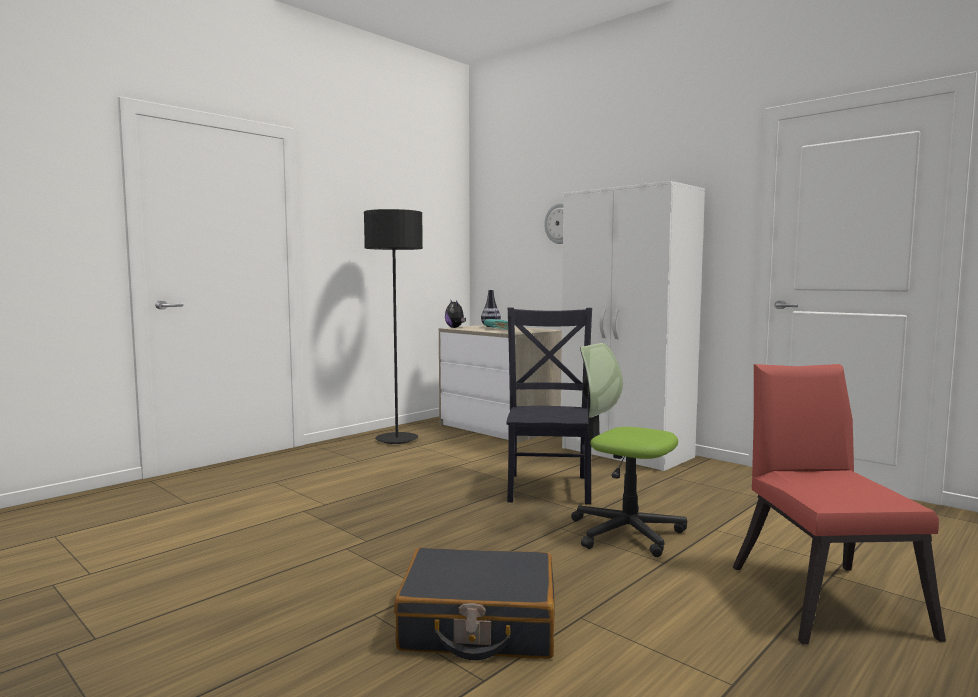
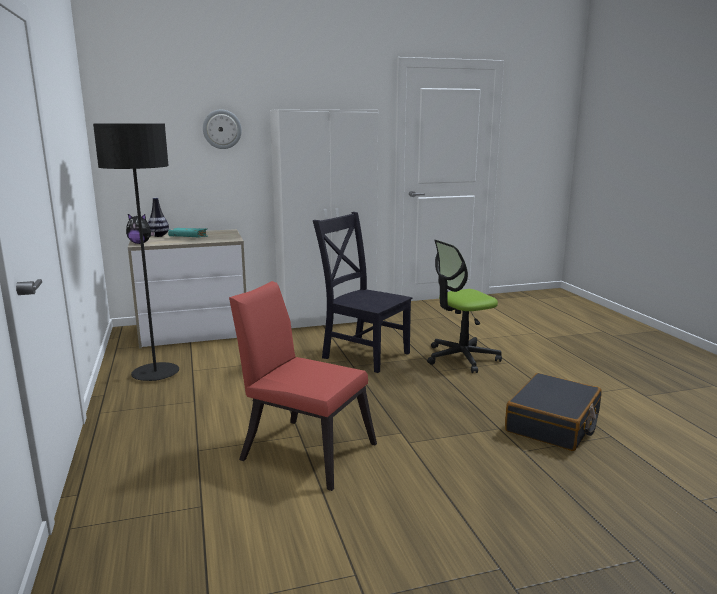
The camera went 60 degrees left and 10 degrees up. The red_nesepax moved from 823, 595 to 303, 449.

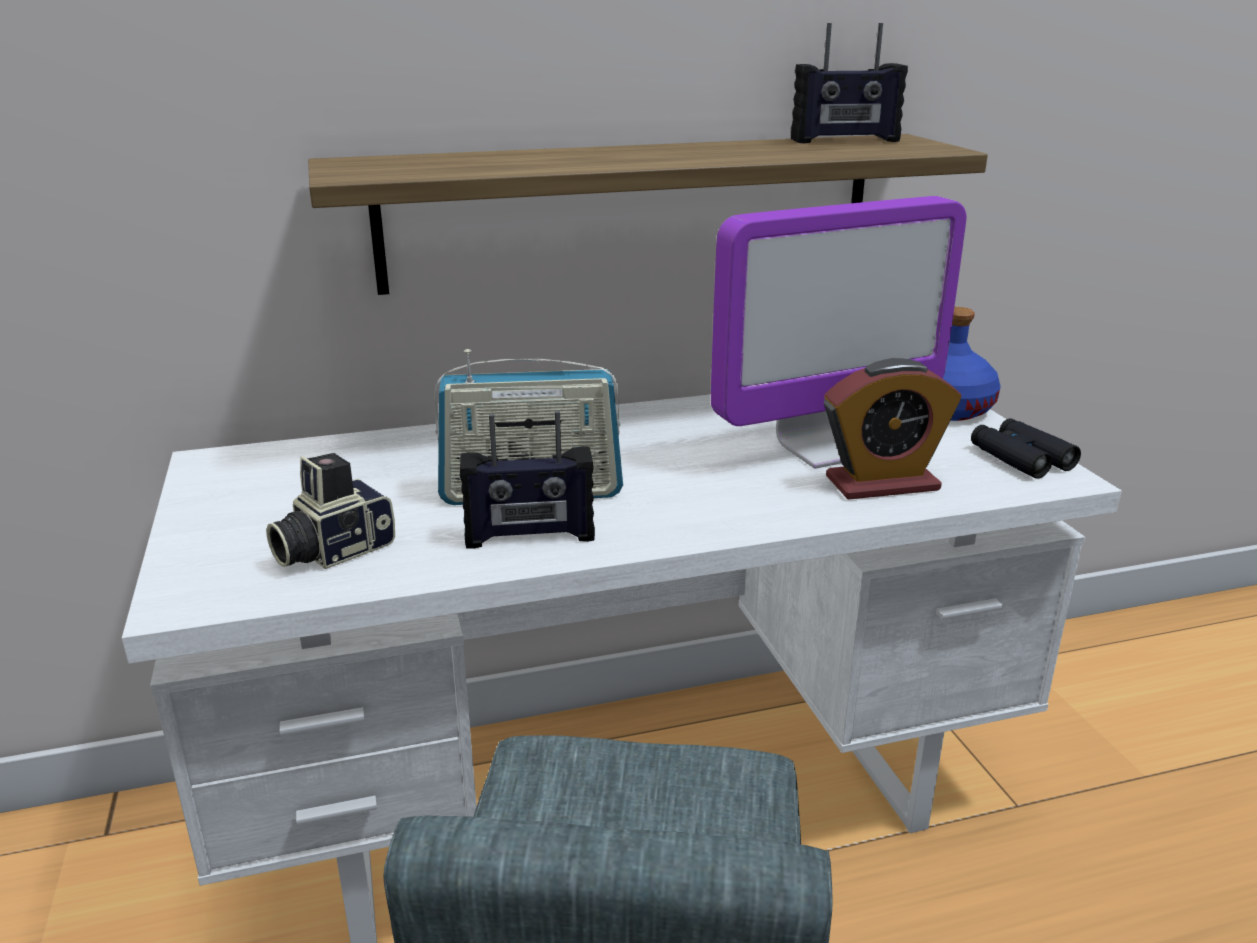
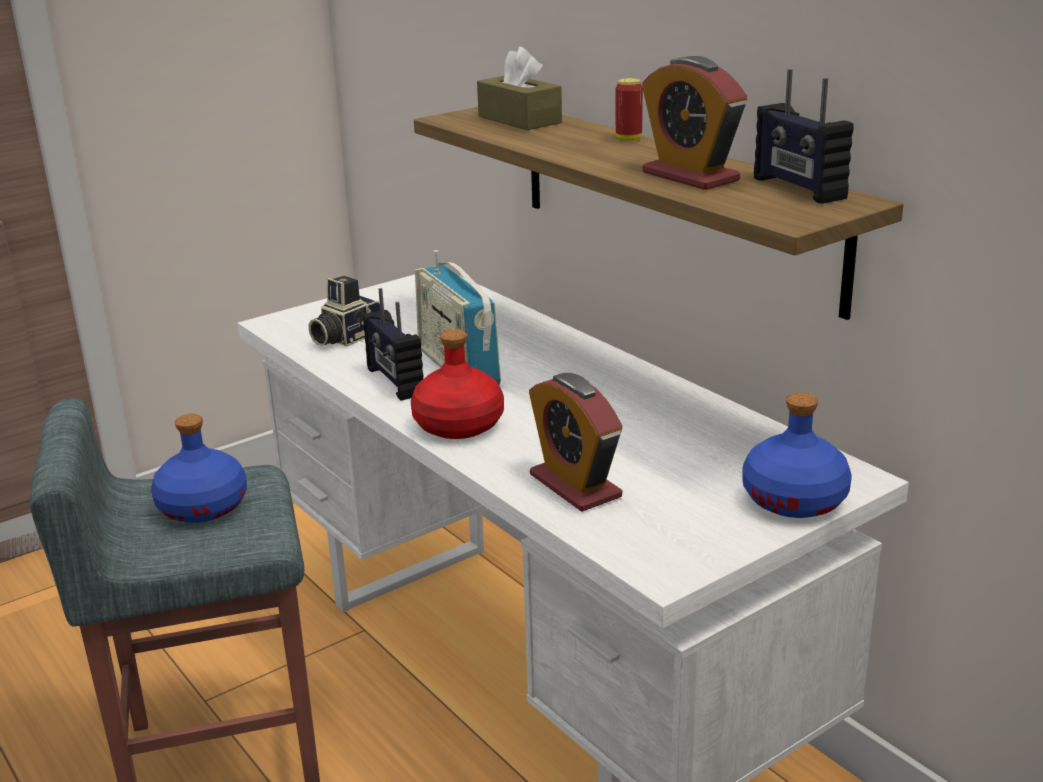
The camera went 70 degrees right and 0 degrees up. The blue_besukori at 204, 507 appeared. The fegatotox at 332, 550 turned 75 degrees counterclockwise. The red_besukori at 458, 425 appeared. The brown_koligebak at 519, 119 appeared. The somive at 628, 138 appeared. The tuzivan at 690, 176 appeared. The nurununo at 821, 449 disappeared. The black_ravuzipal at 1021, 458 disappeared.

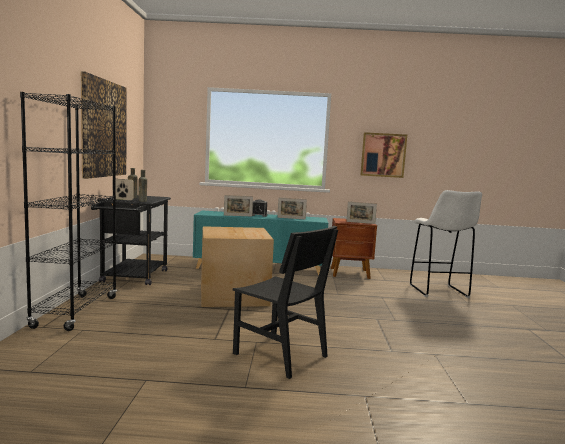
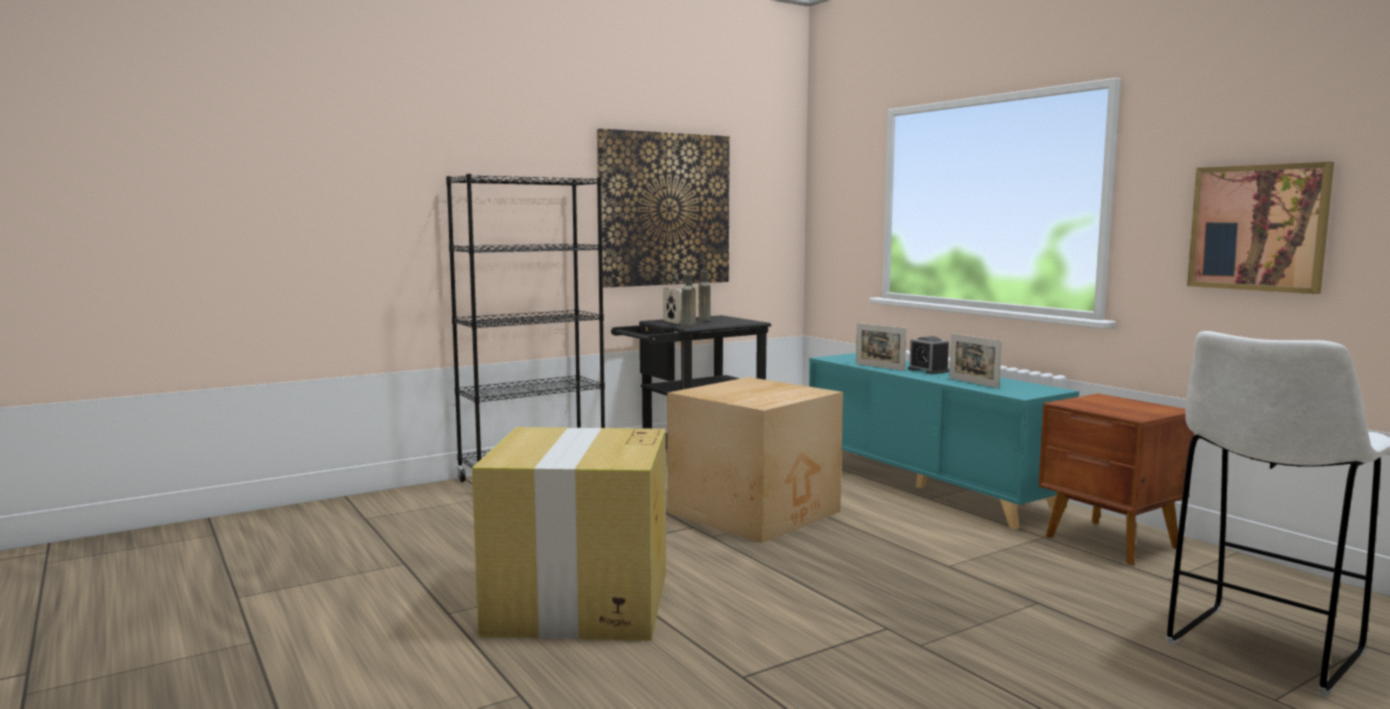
The camera went 55 degrees right and 0 degrees up. The black_nesepax at 280, 355 was replaced by the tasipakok at 579, 603. The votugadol at 360, 222 disappeared.

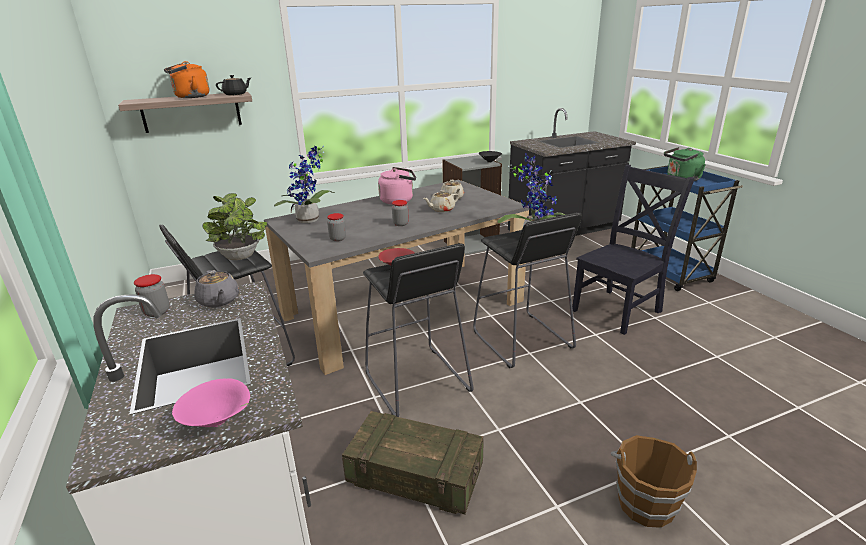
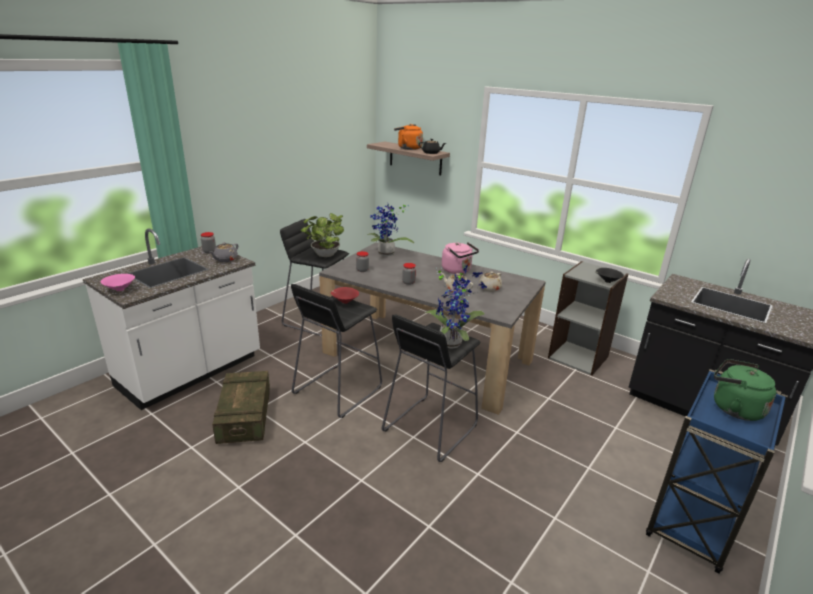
The camera went 60 degrees right and 0 degrees up. The black_nesepax at 619, 310 disappeared. The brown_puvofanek at 645, 503 disappeared.

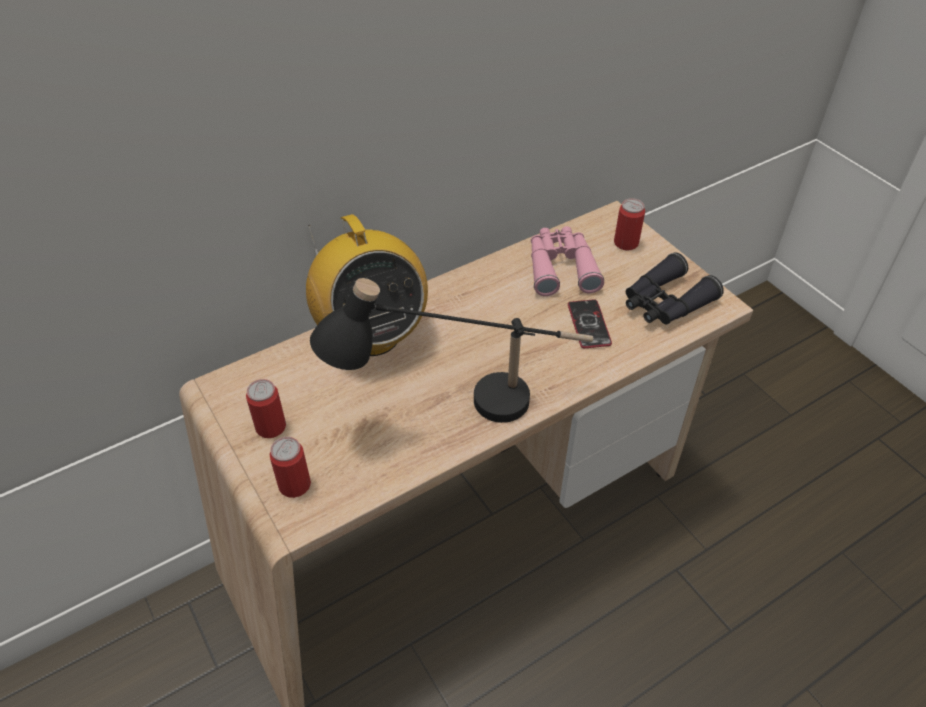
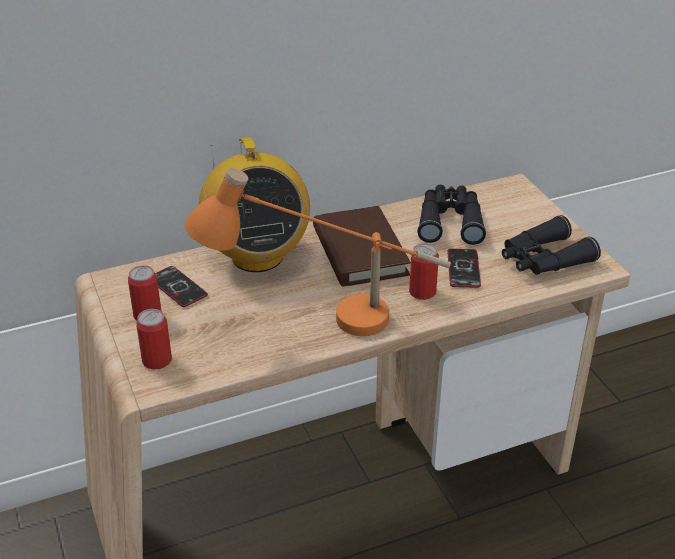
The camera went 10 degrees right and 10 degrees down. The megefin at 177, 287 appeared. The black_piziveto at 460, 409 became the orange_piziveto at 322, 321. The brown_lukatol at 359, 251 appeared. The somive moved from 626, 243 to 422, 292. The pink_ravuzipal at 561, 267 became the black_ravuzipal at 450, 221.

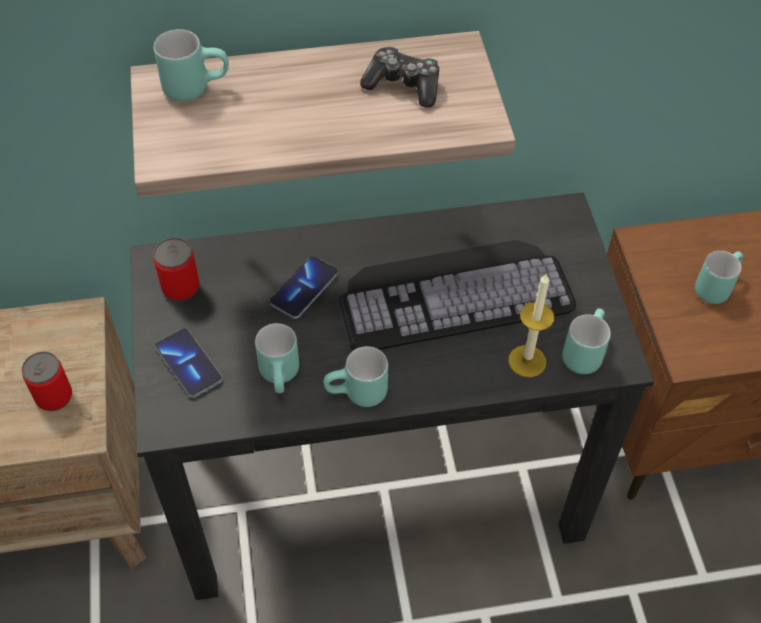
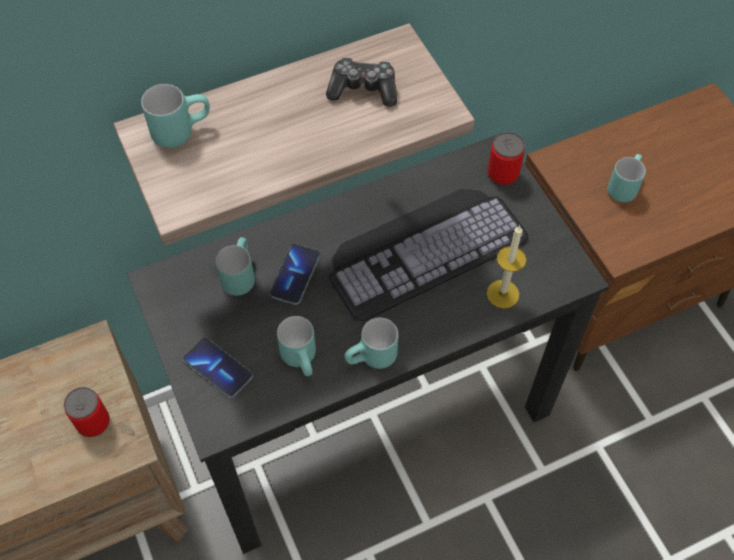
The camera went 15 degrees left and 5 degrees up. The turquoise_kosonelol moved from 582, 351 to 237, 275. The somive moved from 181, 288 to 503, 174.

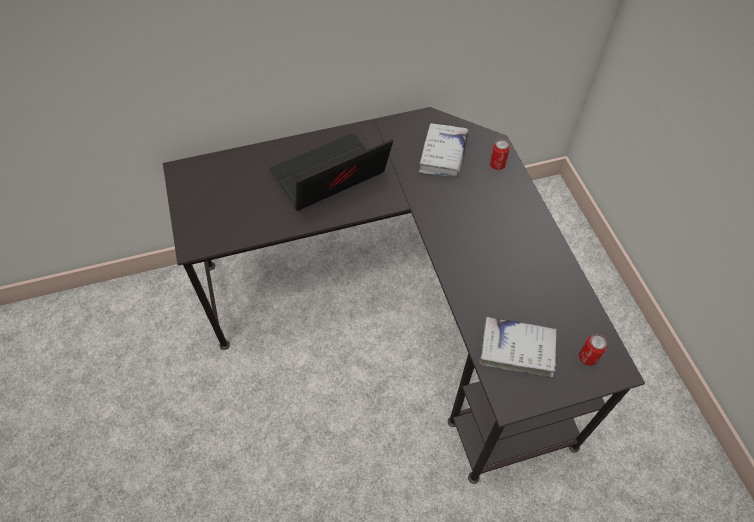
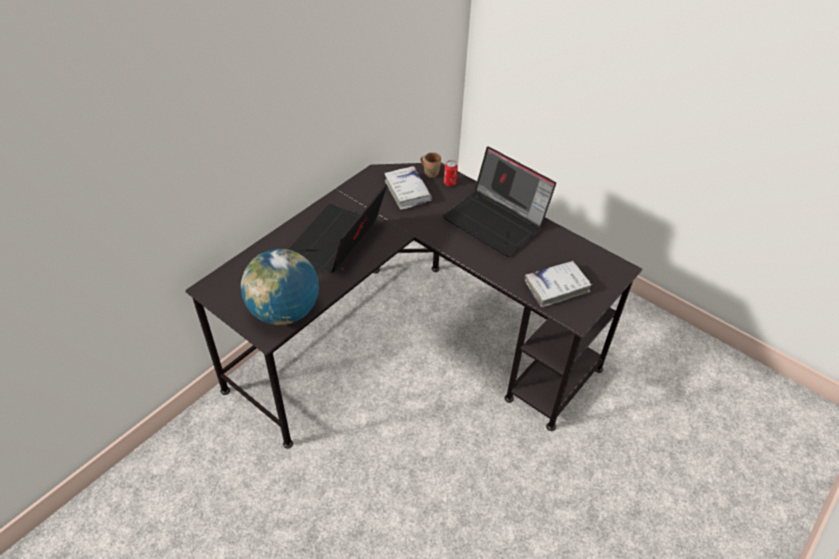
The camera went 35 degrees left and 10 degrees down. The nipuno at 284, 312 appeared. The brown_kosonelol at 431, 172 appeared. The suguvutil at 496, 221 appeared. The somive at 587, 357 disappeared.

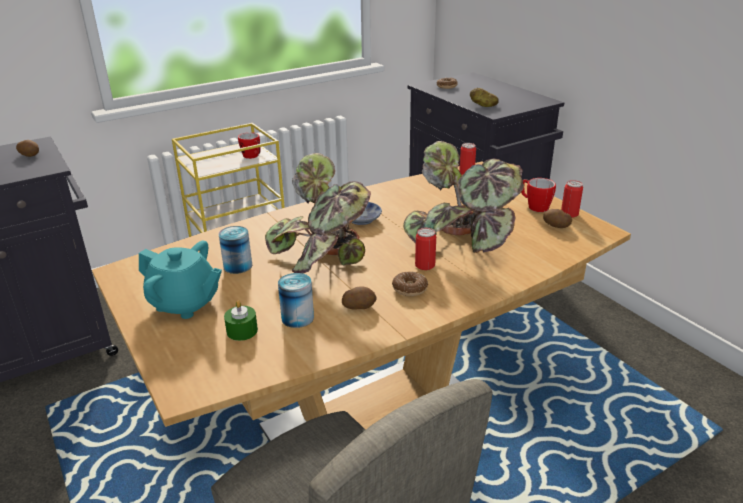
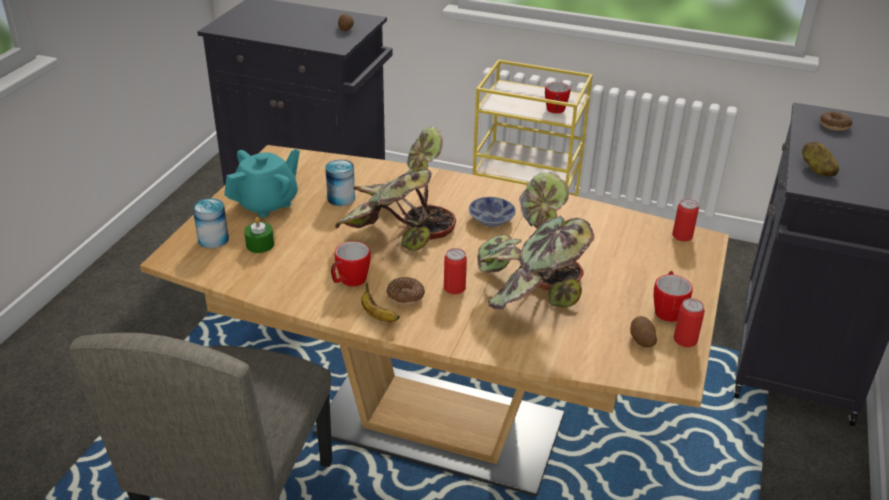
The camera went 50 degrees right and 5 degrees up. The somive moved from 297, 318 to 213, 239. The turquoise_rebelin at 185, 303 turned 120 degrees counterclockwise. The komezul at 359, 306 was replaced by the kosonelol at 349, 282. The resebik at 377, 315 appeared.

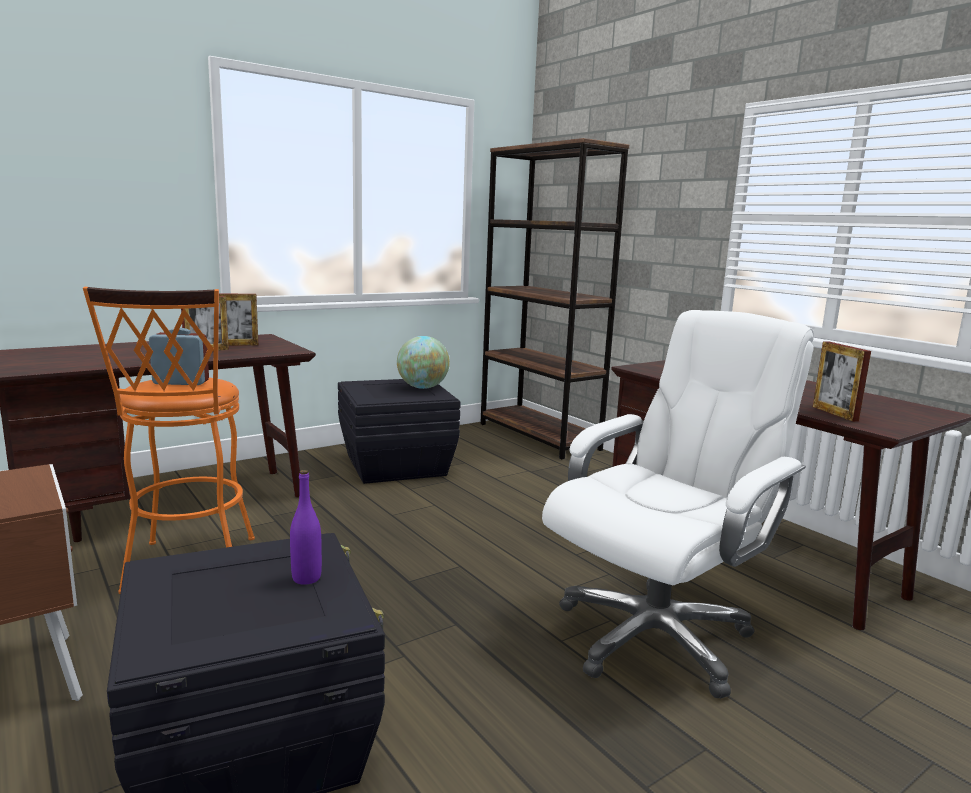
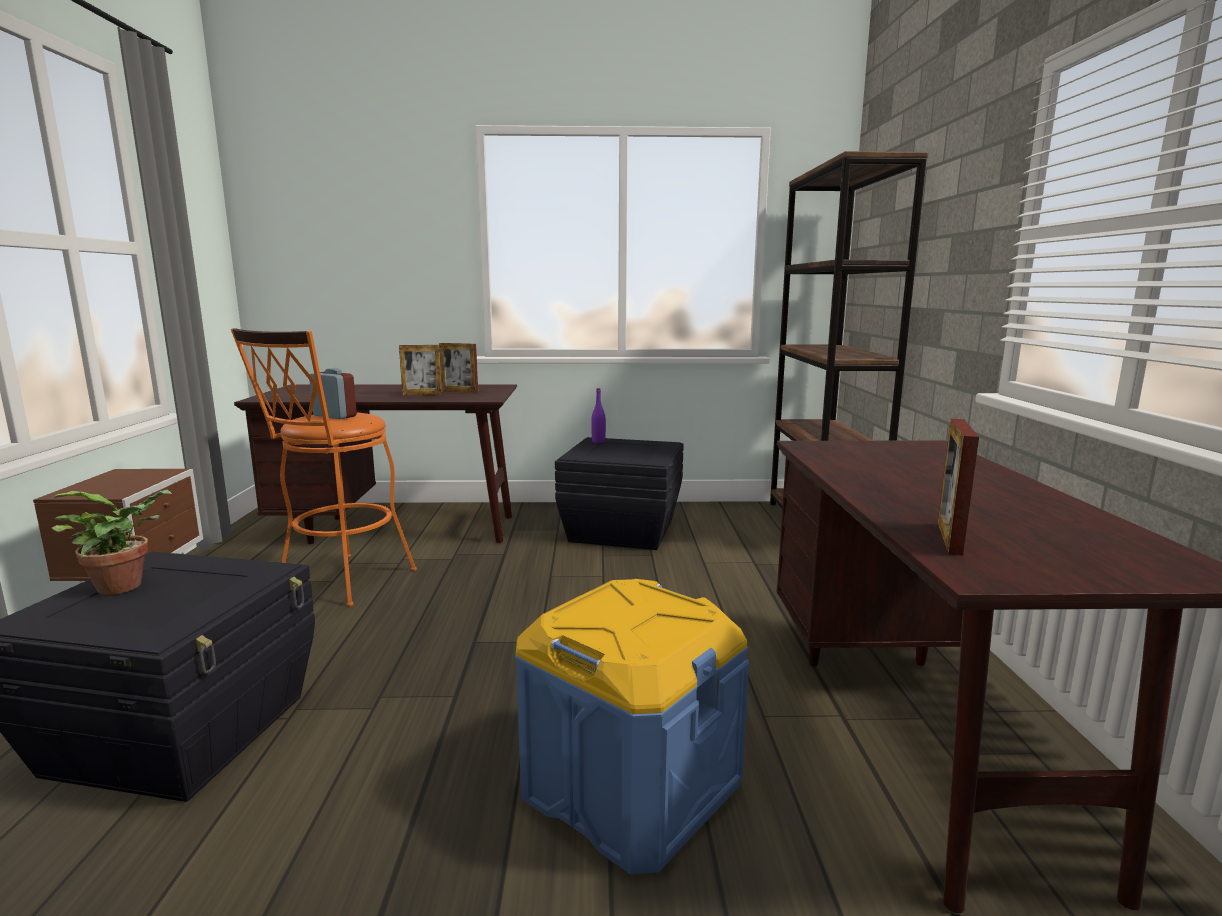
The camera went 35 degrees right and 0 degrees up. The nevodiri at 126, 585 appeared. The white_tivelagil at 655, 635 was replaced by the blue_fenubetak at 630, 787. The purple_besukori moved from 306, 578 to 598, 441. The nipuno at 422, 387 disappeared.

